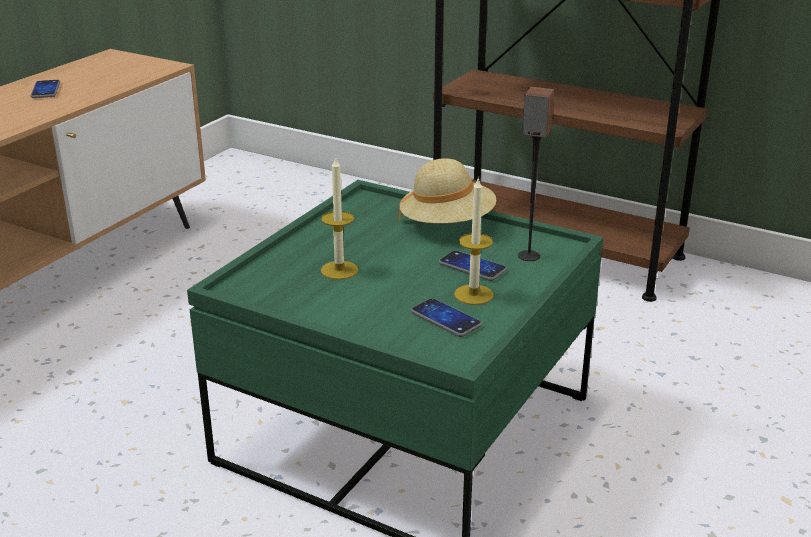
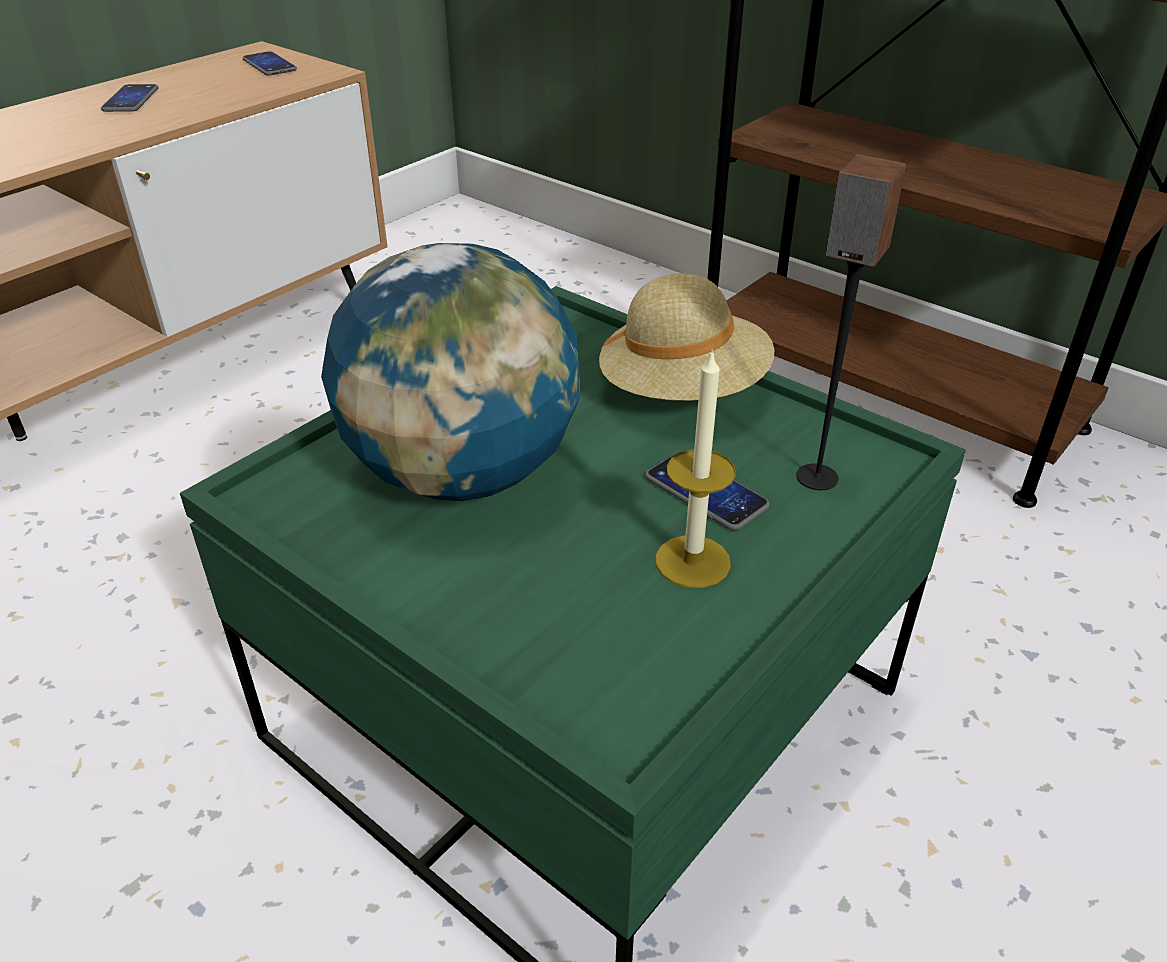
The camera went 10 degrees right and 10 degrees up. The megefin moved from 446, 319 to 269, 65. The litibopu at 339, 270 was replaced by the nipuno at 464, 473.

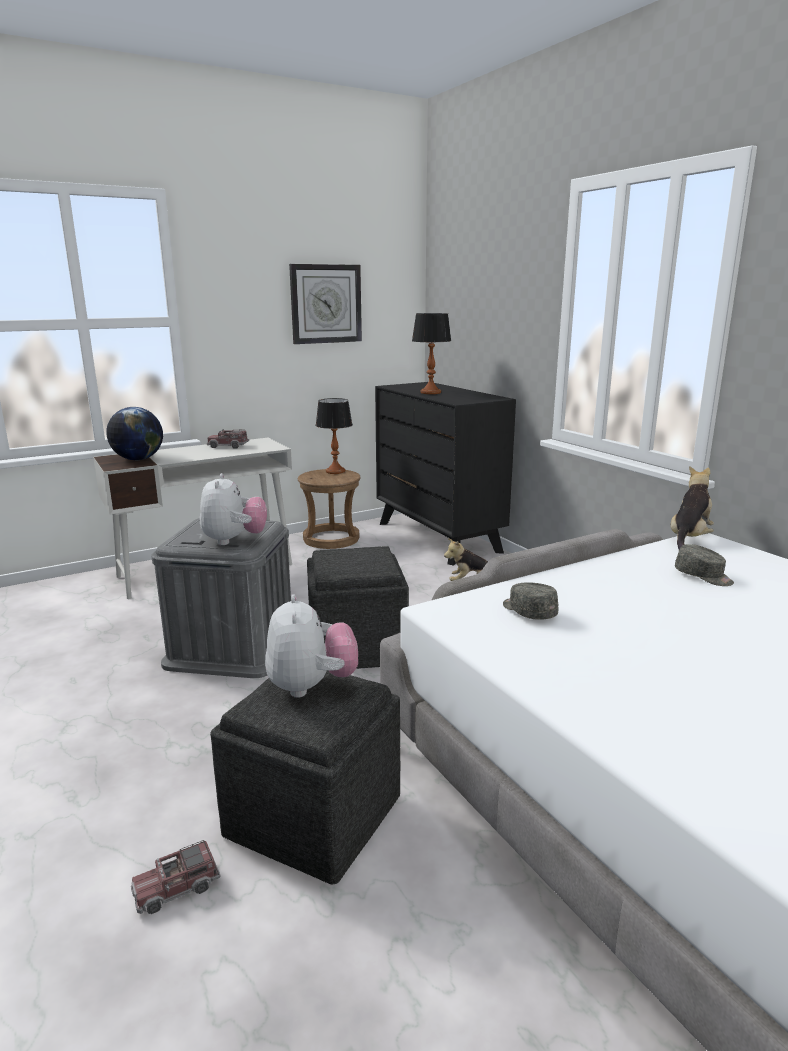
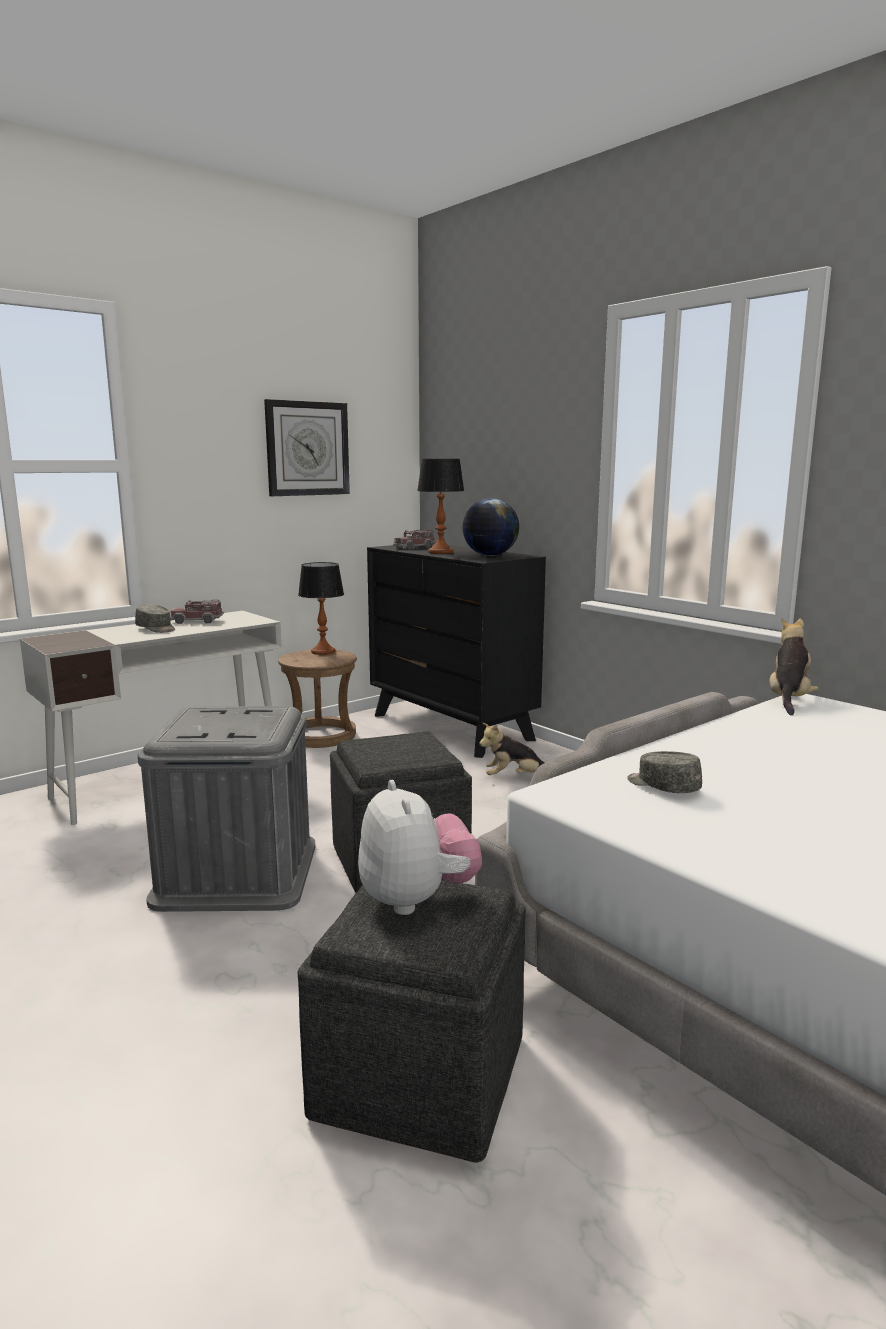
The camera went 10 degrees left and 5 degrees down. The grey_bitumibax moved from 703, 576 to 156, 629. The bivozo moved from 176, 888 to 414, 547. The nipuno moved from 138, 459 to 490, 555. The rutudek at 234, 540 disappeared.

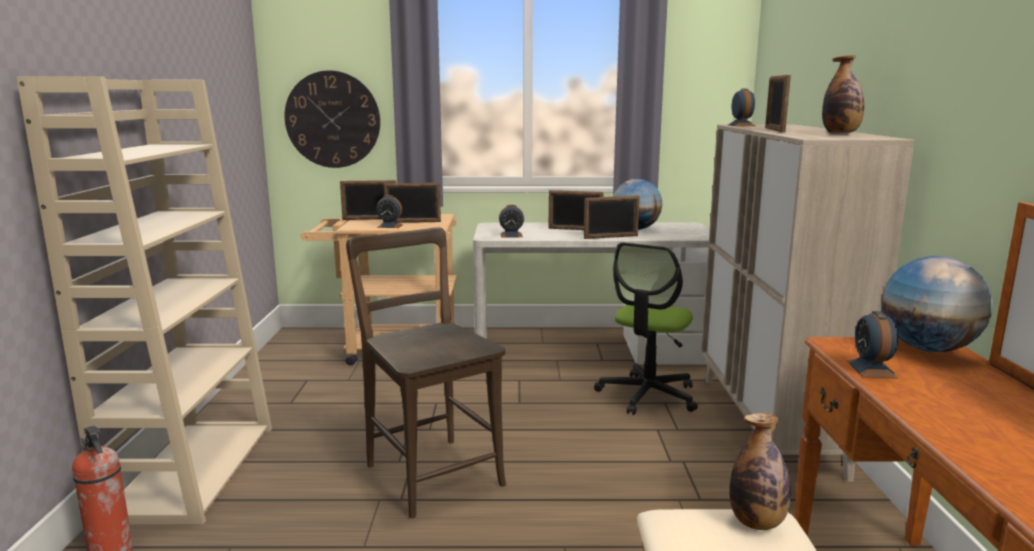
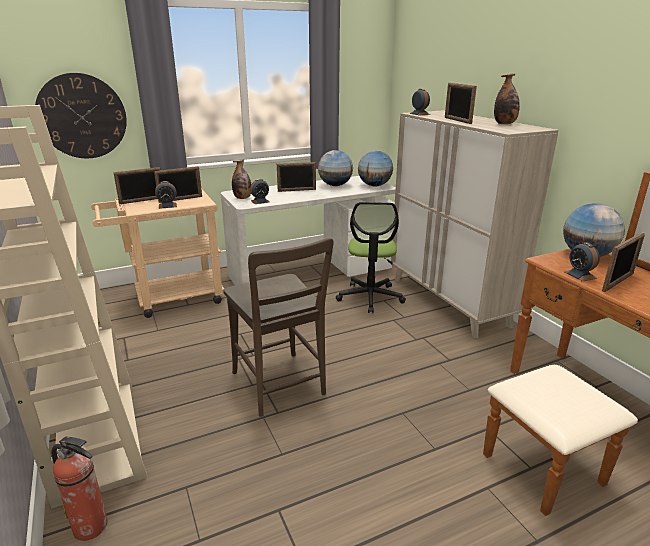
The camera went 25 degrees left and 10 degrees up. The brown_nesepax at 430, 471 turned 150 degrees counterclockwise. The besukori moved from 757, 522 to 242, 198. The nipuno at 374, 185 appeared. The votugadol moved from 611, 237 to 618, 282.

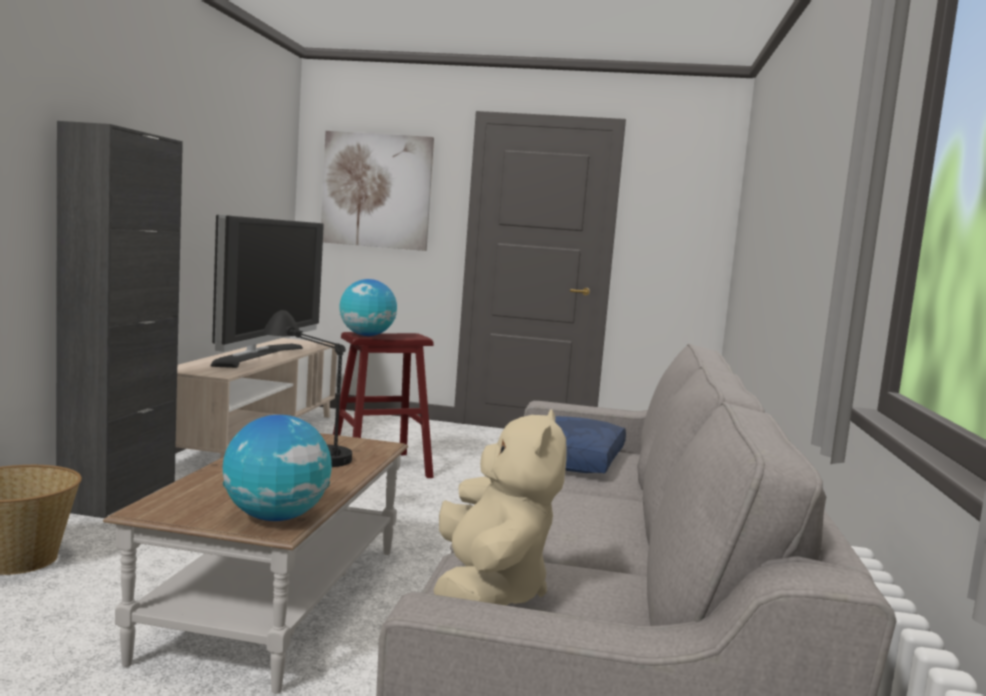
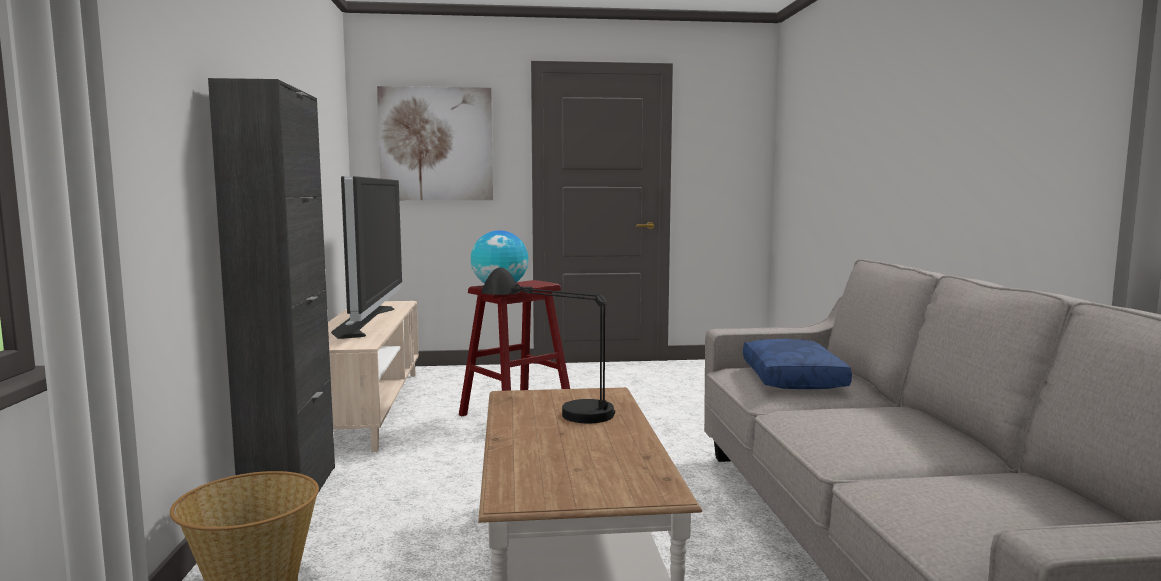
The camera went 15 degrees left and 0 degrees up. The nipuno at 275, 517 disappeared. The beige_rutudek at 488, 593 disappeared.

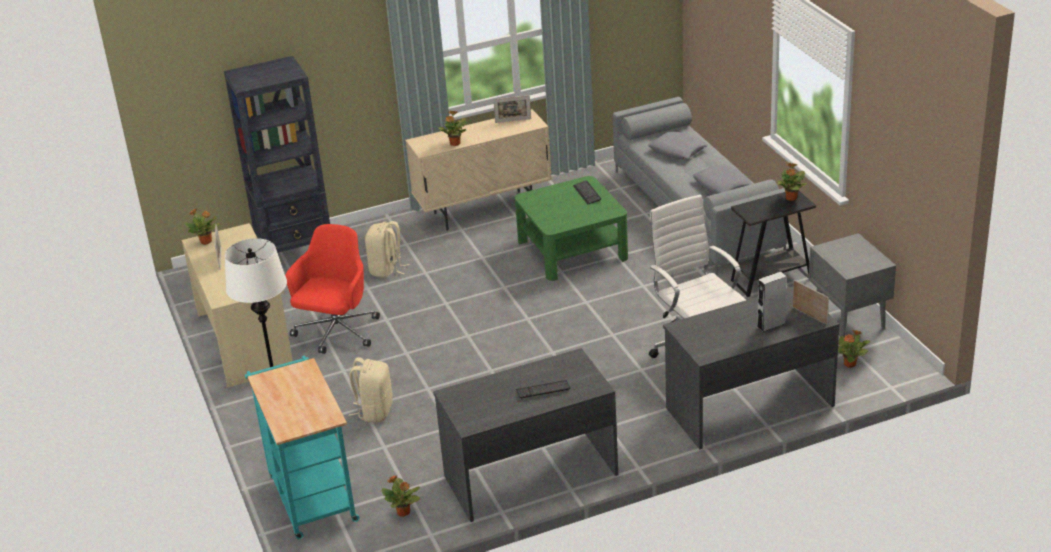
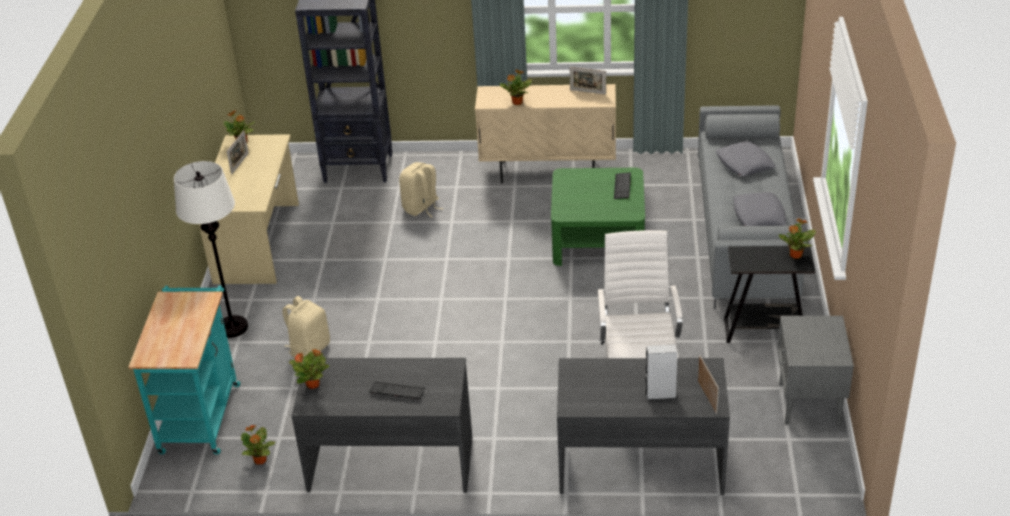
The camera went 25 degrees right and 5 degrees up. The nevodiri moved from 850, 364 to 313, 384. The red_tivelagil at 336, 333 disappeared.

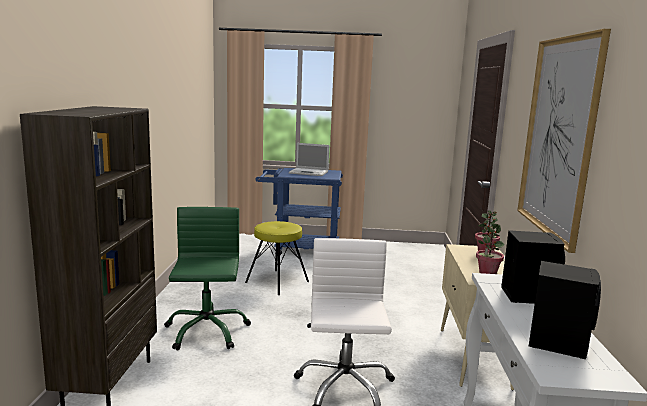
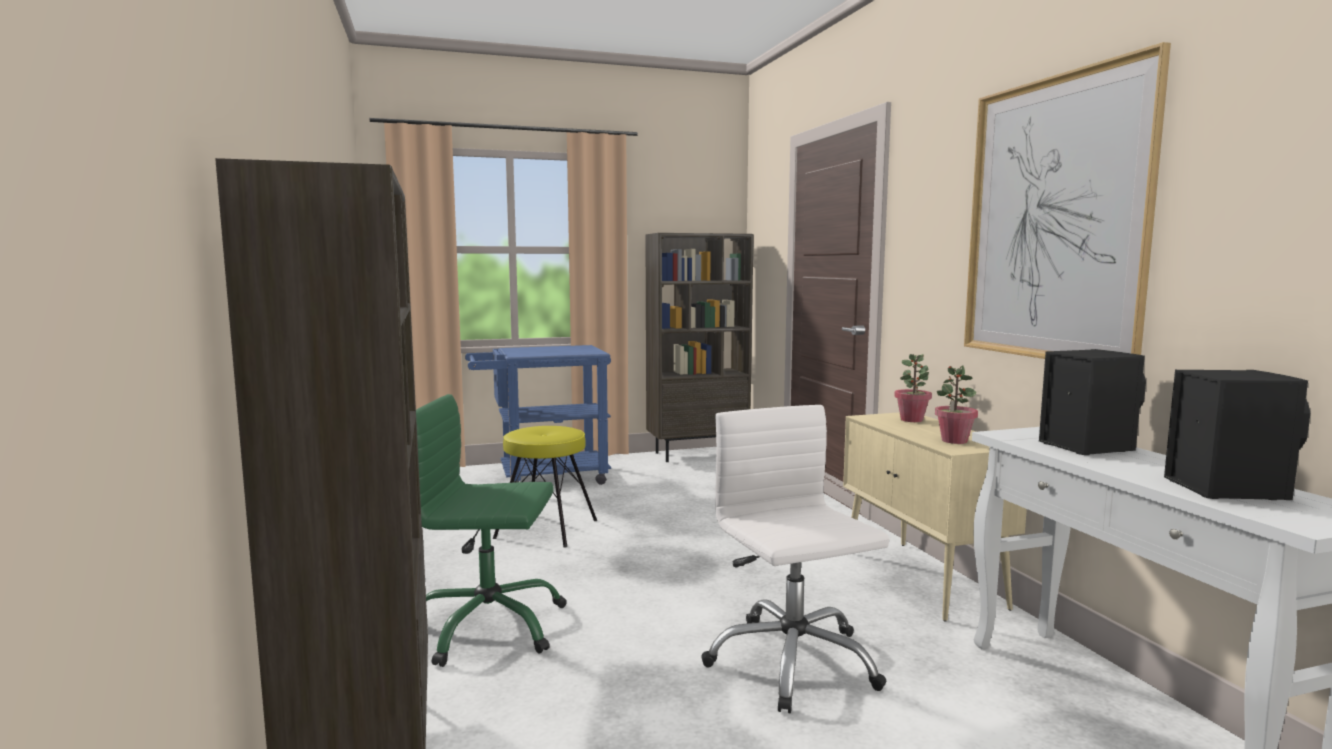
The camera went 20 degrees left and 5 degrees down. The green_tivelagil at 206, 331 turned 60 degrees counterclockwise. The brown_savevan at 697, 454 appeared. The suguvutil at 309, 172 disappeared.

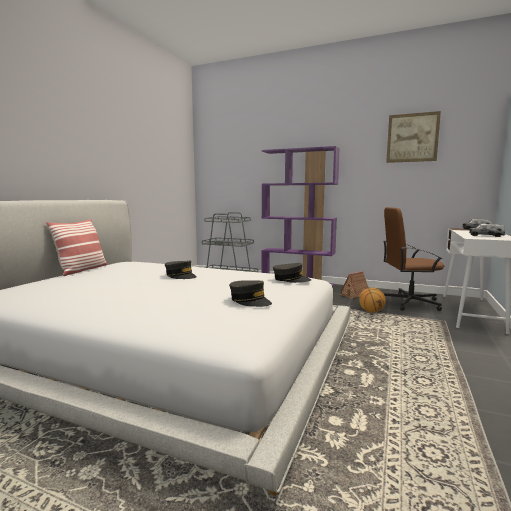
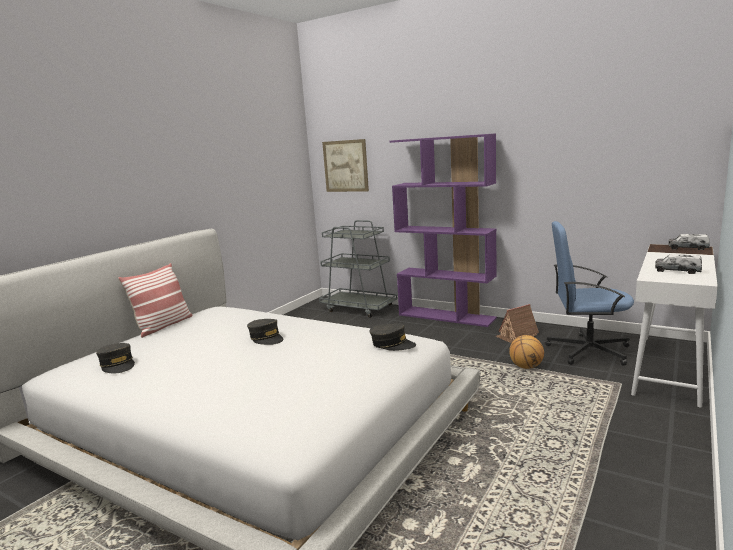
The camera went 10 degrees right and 5 degrees up. The grey_bitumibax moved from 250, 301 to 117, 365. The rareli moved from 412, 138 to 345, 166. The brown_tivelagil at 408, 302 became the blue_tivelagil at 587, 350.

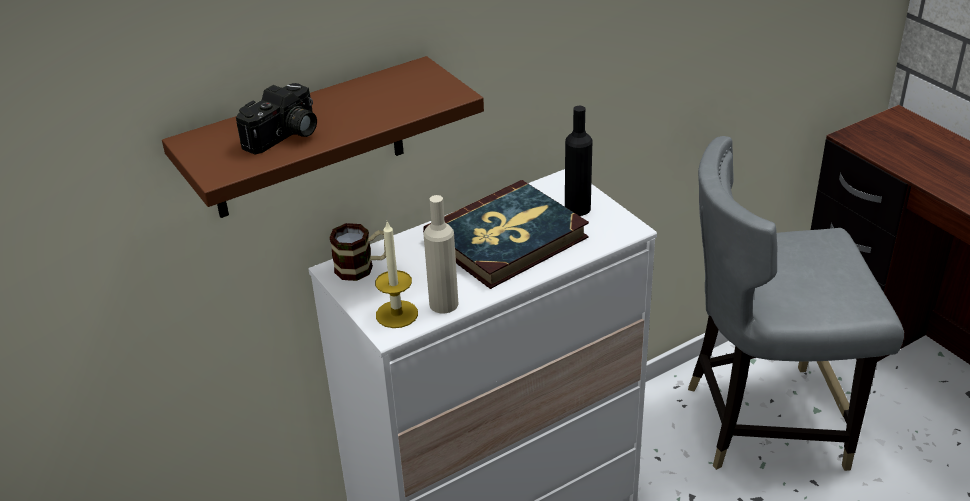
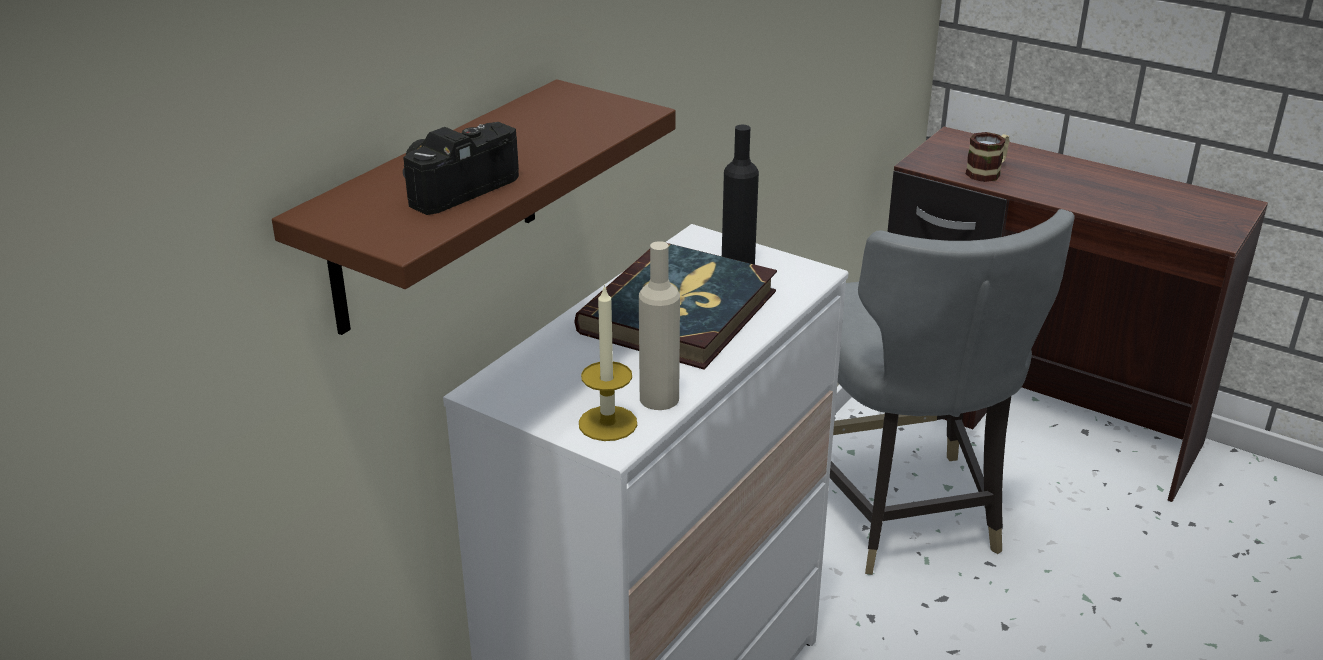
The camera went 25 degrees left and 5 degrees down. The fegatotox at 285, 136 turned 150 degrees counterclockwise. The grey_nesepax at 765, 420 turned 75 degrees counterclockwise. The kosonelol moved from 362, 267 to 987, 172.

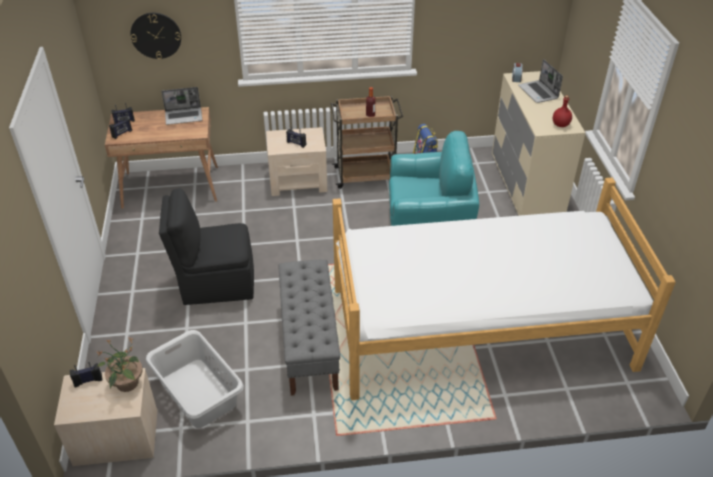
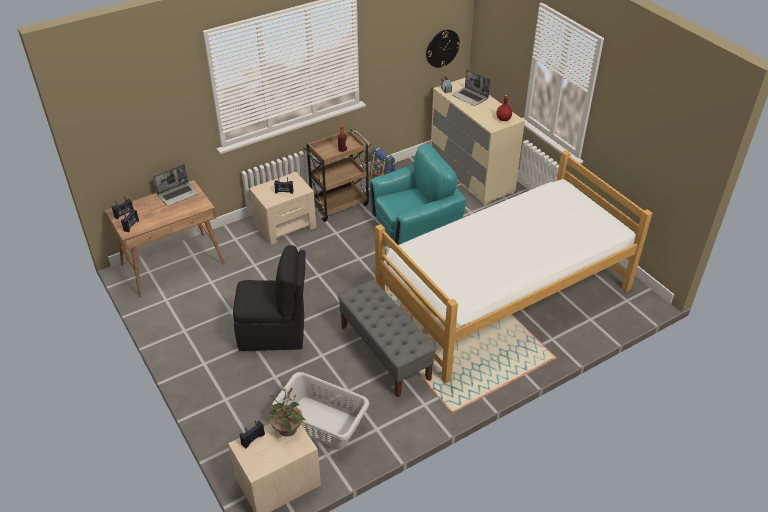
The camera went 25 degrees left and 0 degrees up. The black_nesepax at 216, 283 turned 150 degrees counterclockwise. The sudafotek moved from 156, 35 to 442, 48.

